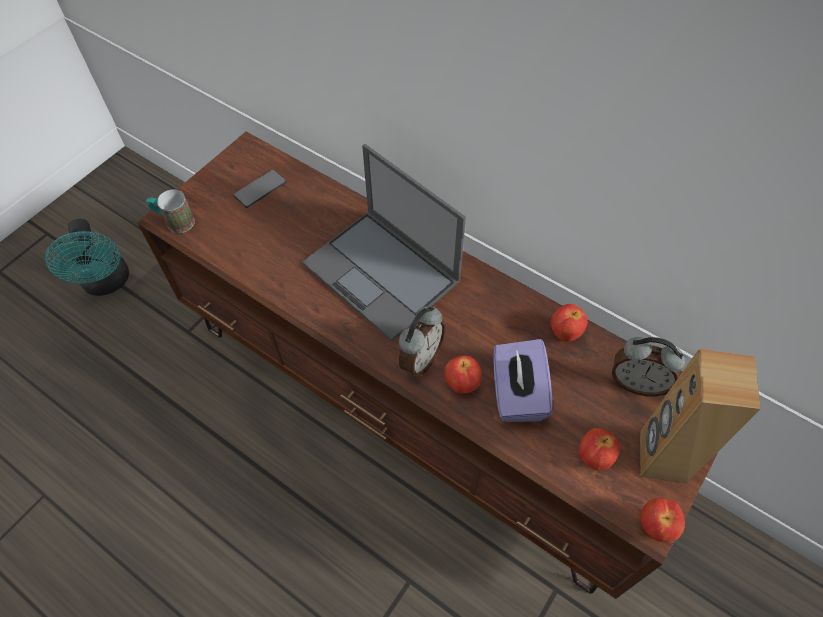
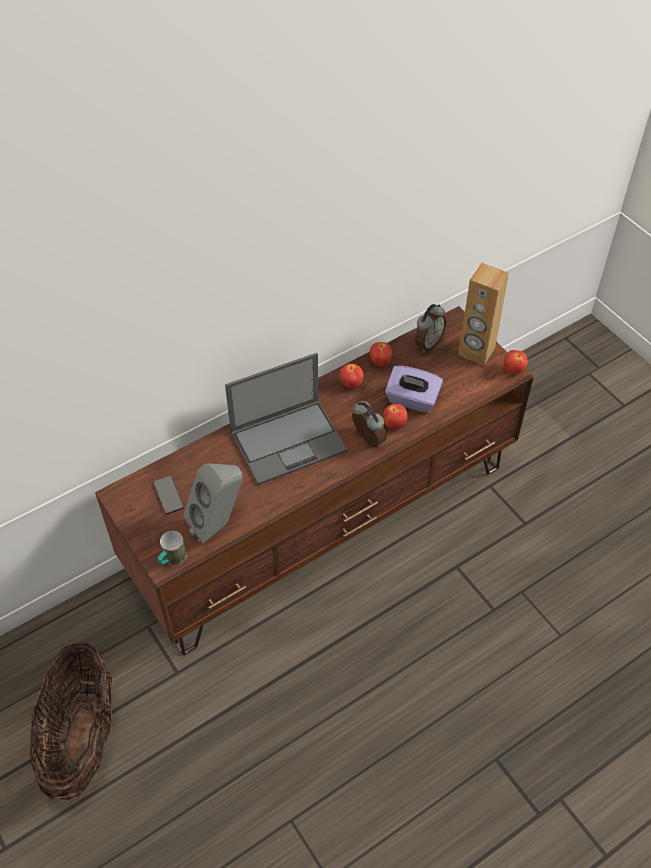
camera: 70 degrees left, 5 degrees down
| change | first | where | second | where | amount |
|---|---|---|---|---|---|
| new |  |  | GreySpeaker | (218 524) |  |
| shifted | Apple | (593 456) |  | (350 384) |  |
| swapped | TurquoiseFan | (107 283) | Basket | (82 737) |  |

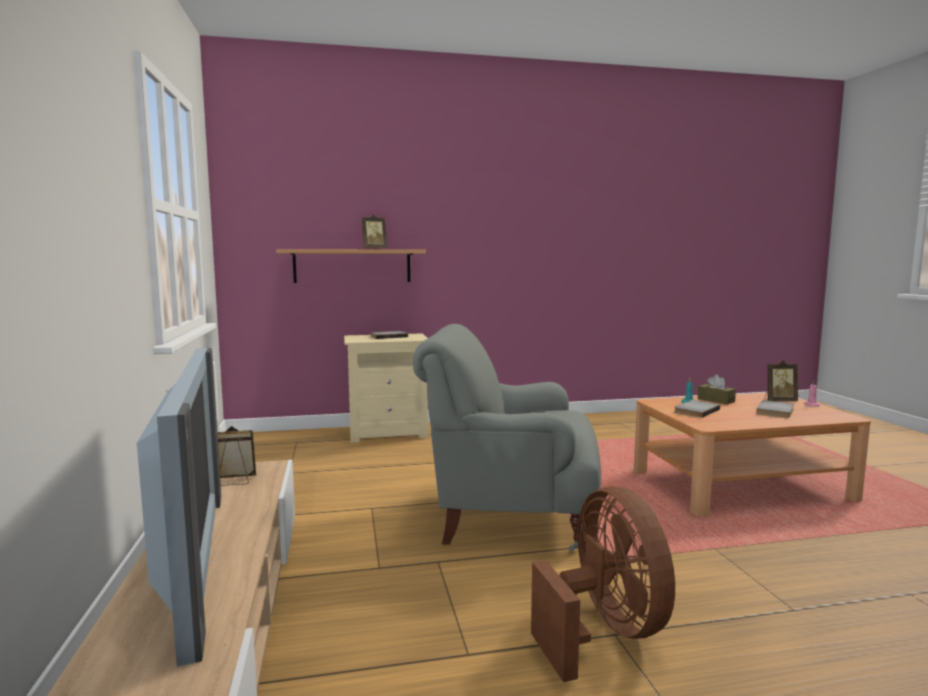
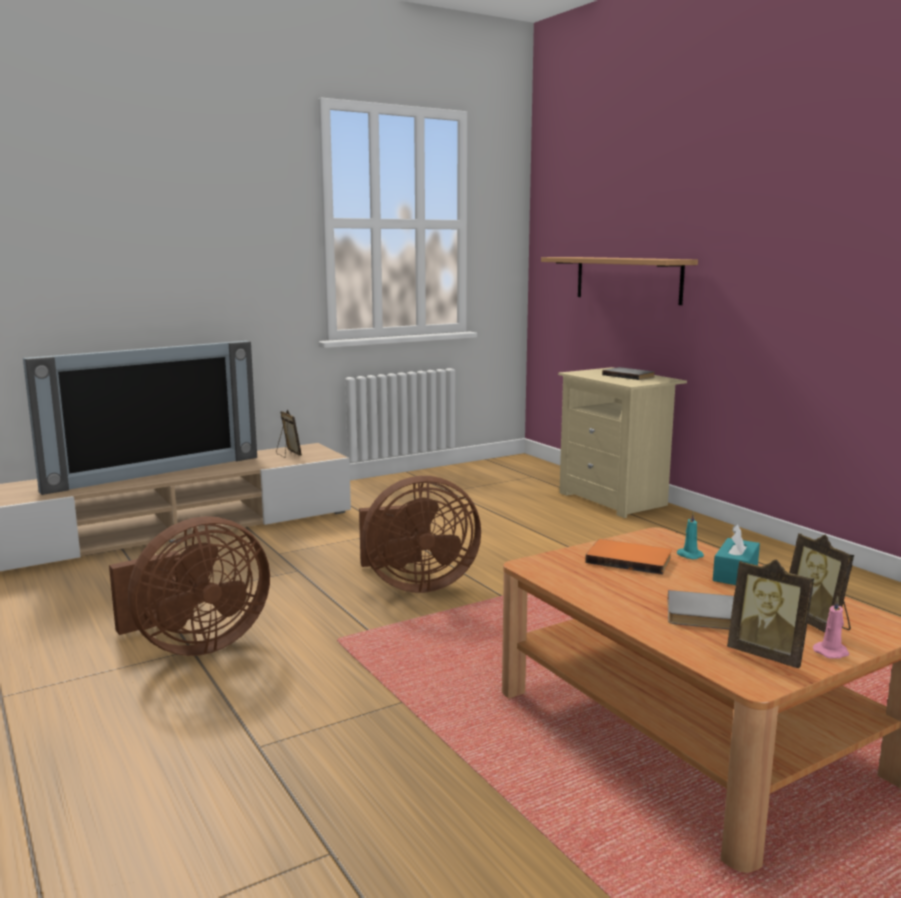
camera: 70 degrees right, 5 degrees up
| change | first | where | second | where | amount |
|---|---|---|---|---|---|
| shifted | PictureFrame | (373 249) |  | (768 655) |  |
| swapped | GreyArmchair | (509 517) | BrownFan | (415 585) |  |
| repainted | GreyBook | (695 410) | OrangeBook | (629 559) |  |
| repainted | BrownTissueBox | (716 400) | TurquoiseTissueBox | (735 574) |  |

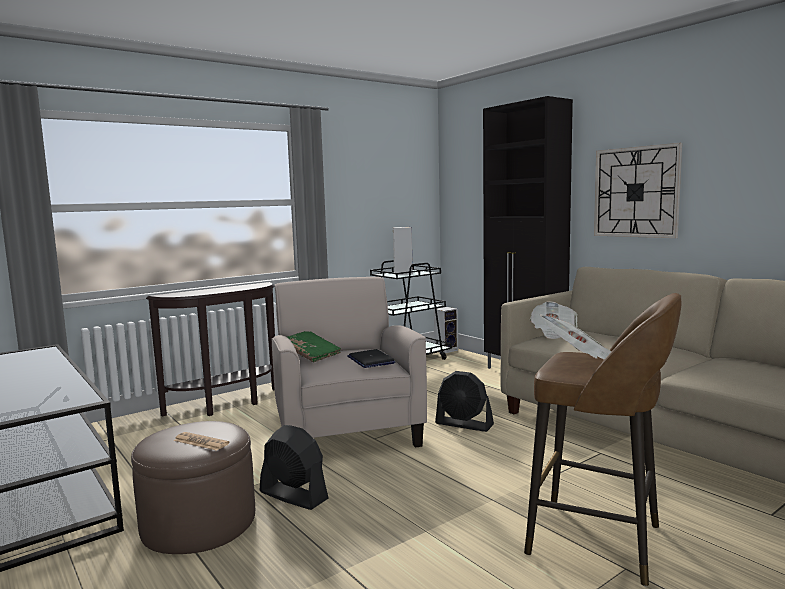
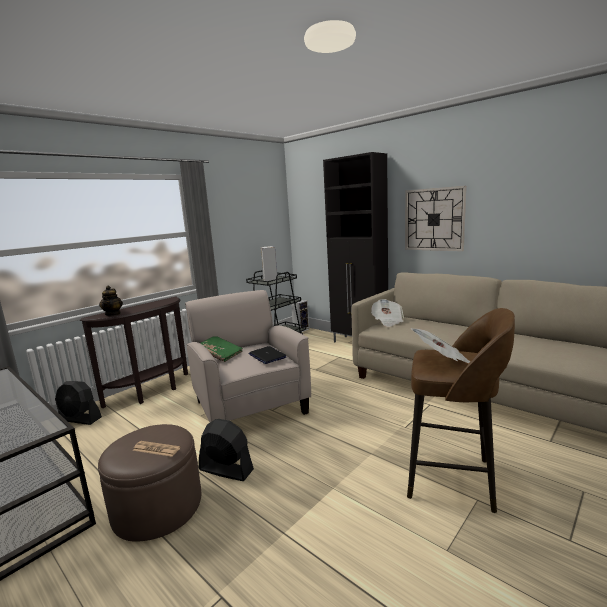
camera: 10 degrees left, 5 degrees up
| change | first | where | second | where | amount |
|---|---|---|---|---|---|
| new |  |  | Teapot | (113 314) |  |
| shifted | BlackFan | (464 424) |  | (80 419) |  |

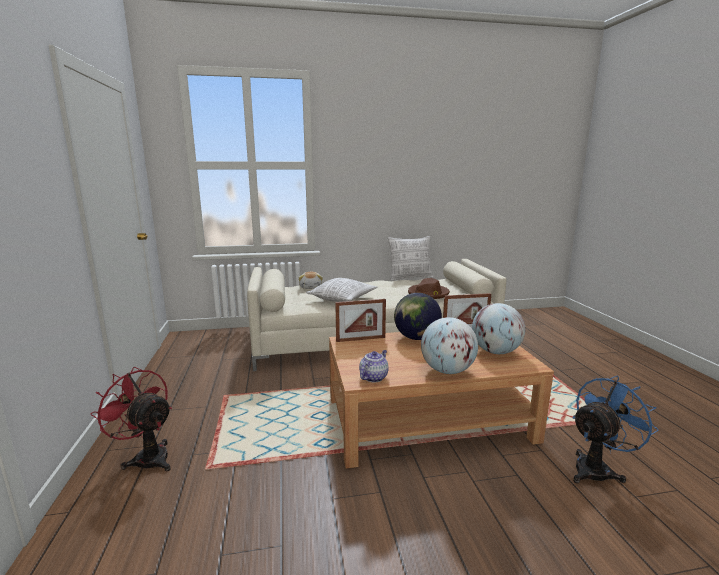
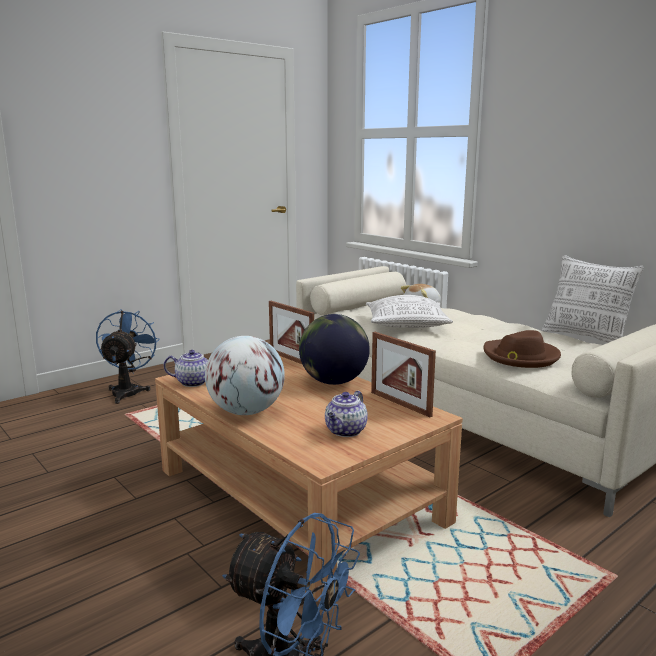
camera: 60 degrees right, 0 degrees up
| change | first | where | second | where | amount |
|---|---|---|---|---|---|
| swapped | Globe | (495 352) | Teapot | (346 431) |  |
| repainted | RedFan | (147 457) | BlueFan | (128 391) |  |

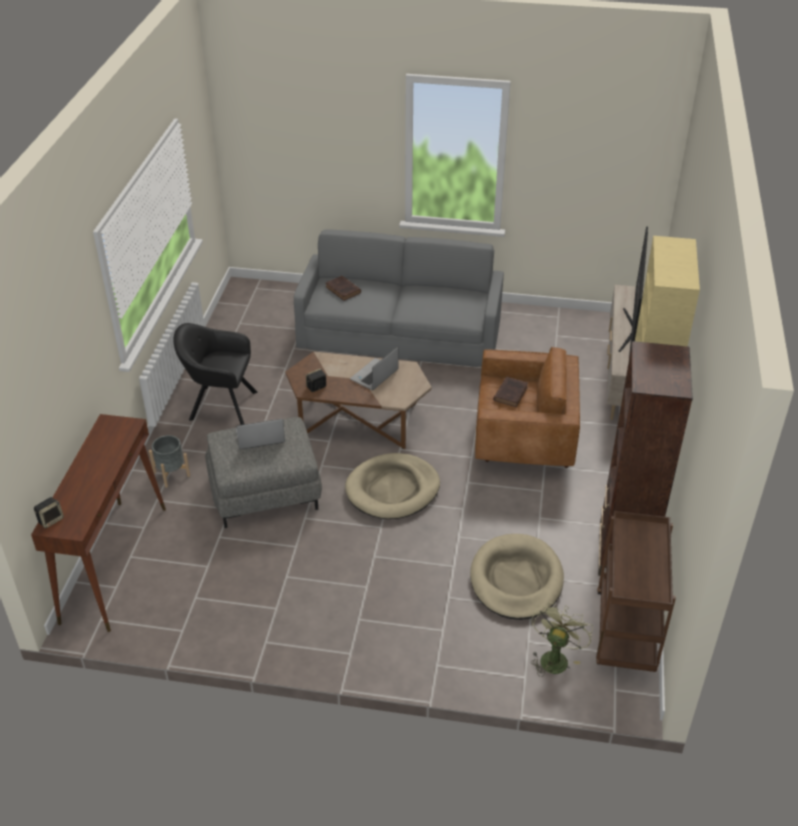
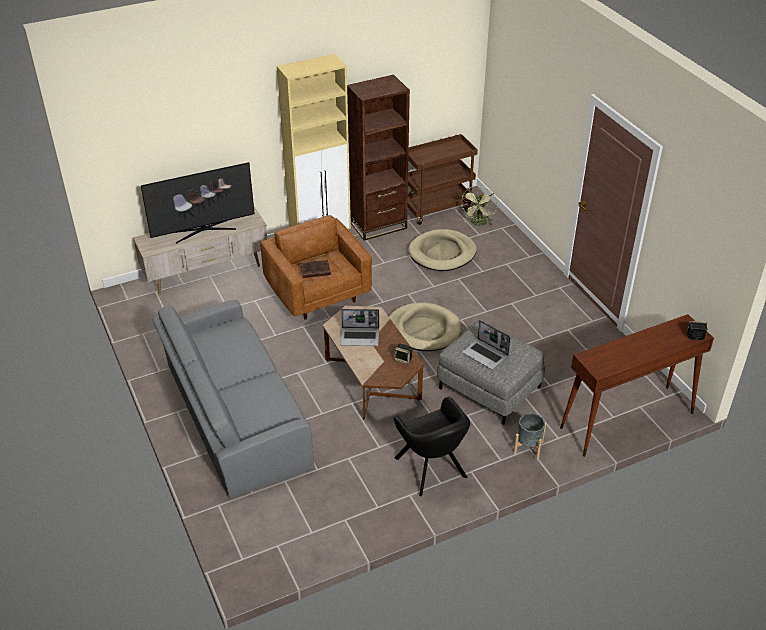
camera: 125 degrees left, 0 degrees up
| change | first | where | second | where | amount |
|---|---|---|---|---|---|
| gone | BrownBook | (343 290) |  |  |  |
| rotated | GreenFan | (555 657) |  | (478 223) | 60 degrees counterclockwise |

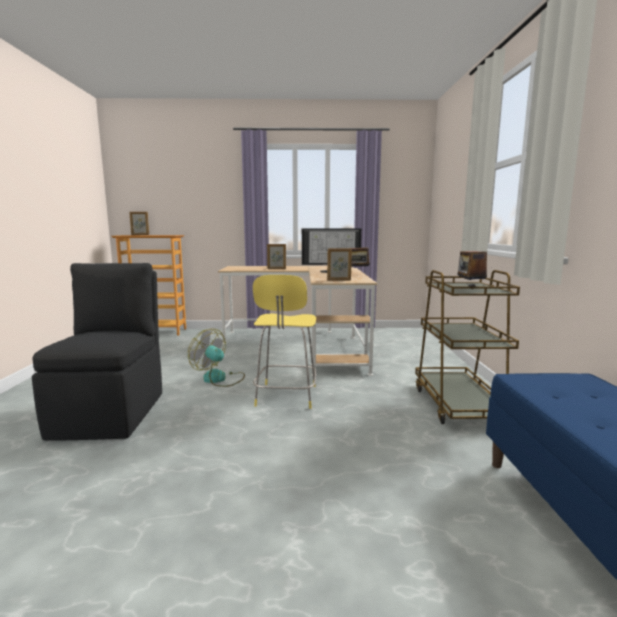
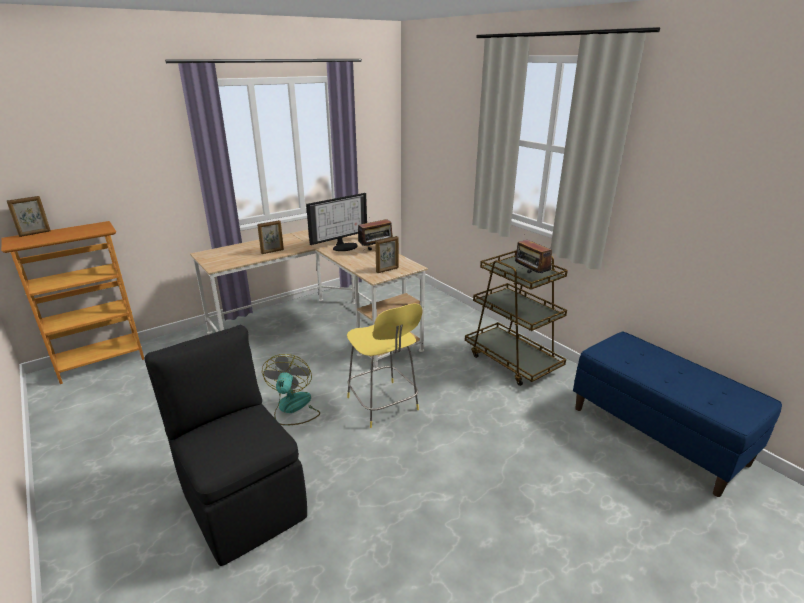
camera: 35 degrees left, 15 degrees up
| change | first | where | second | where | amount |
|---|---|---|---|---|---|
| rotated | Fan | (219 379) |  | (293 408) | 90 degrees clockwise |

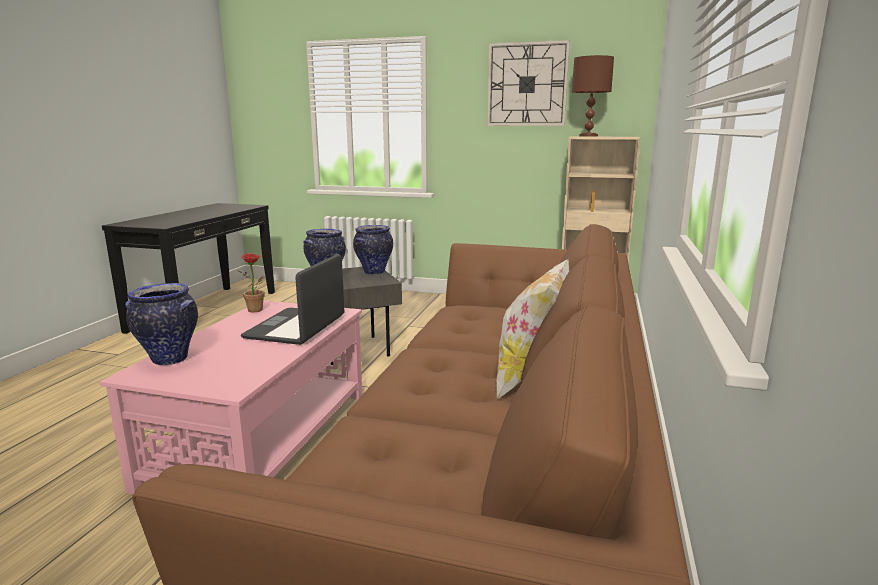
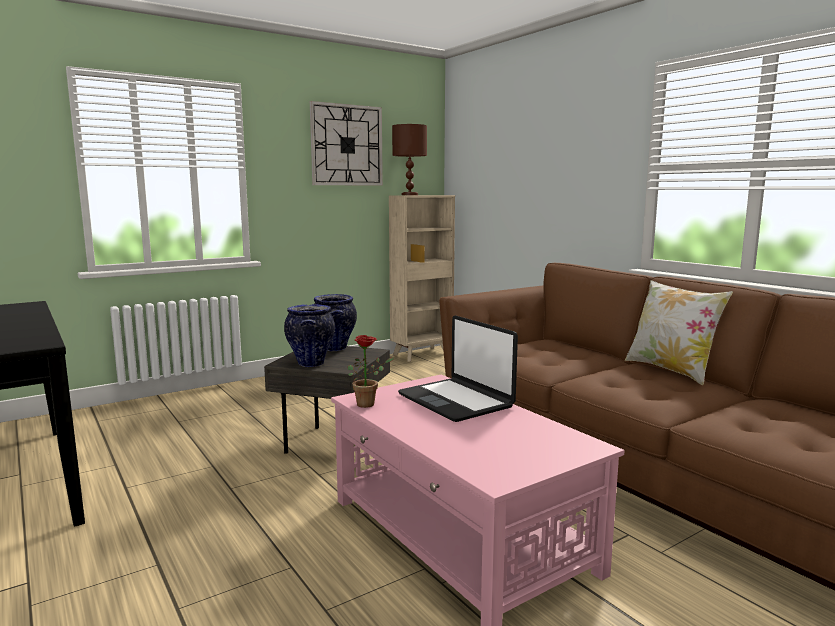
camera: 50 degrees left, 5 degrees down
| change | first | where | second | where | amount |
|---|---|---|---|---|---|
| gone | Vase | (168 359) |  |  |  |

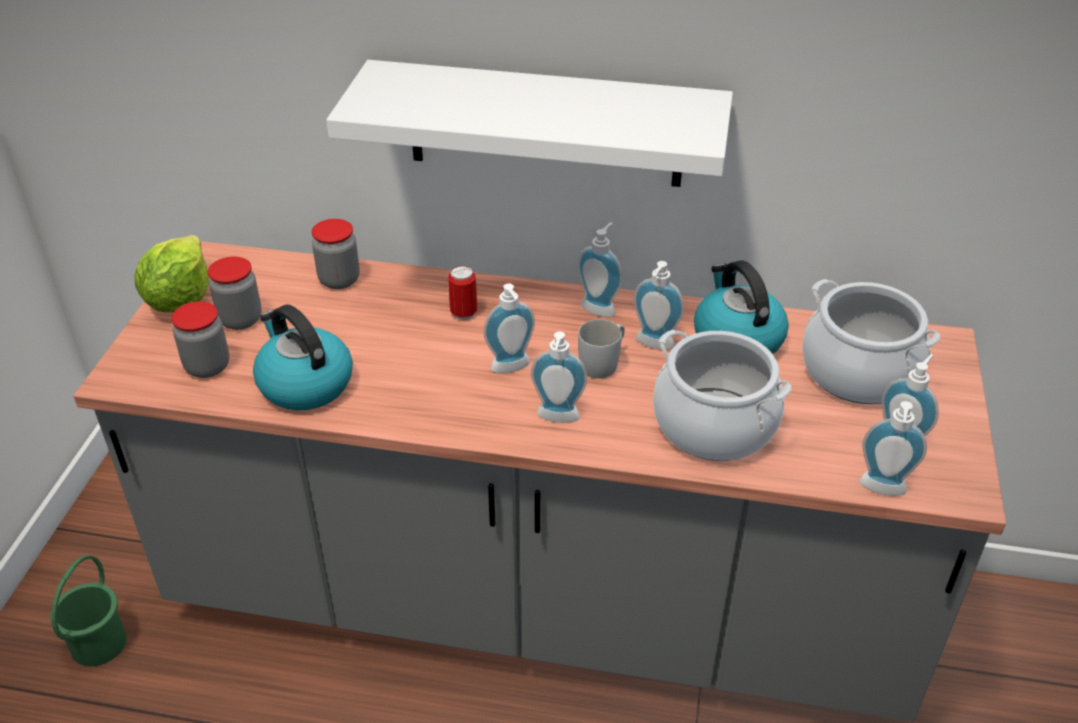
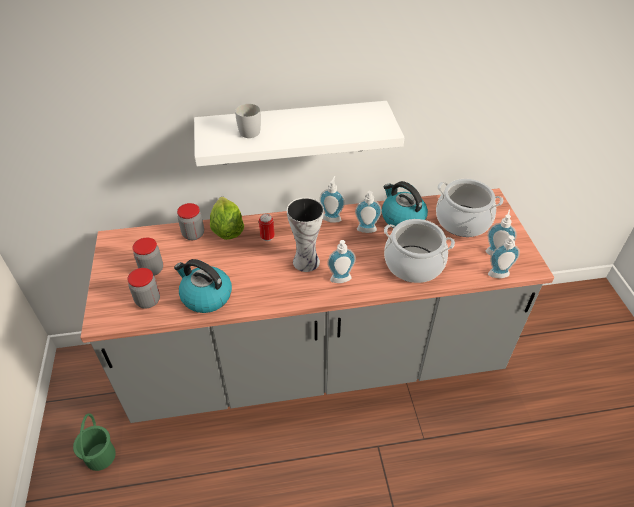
camera: 20 degrees left, 5 degrees up
| change | first | where | second | where | amount |
|---|---|---|---|---|---|
| shifted | Lettuce | (180 299) |  | (227 230) |  |
| shifted | WhiteMug | (603 363) |  | (252 130) |  |
| swapped | SoapDispenser | (512 369) | Vase | (306 260) |  |

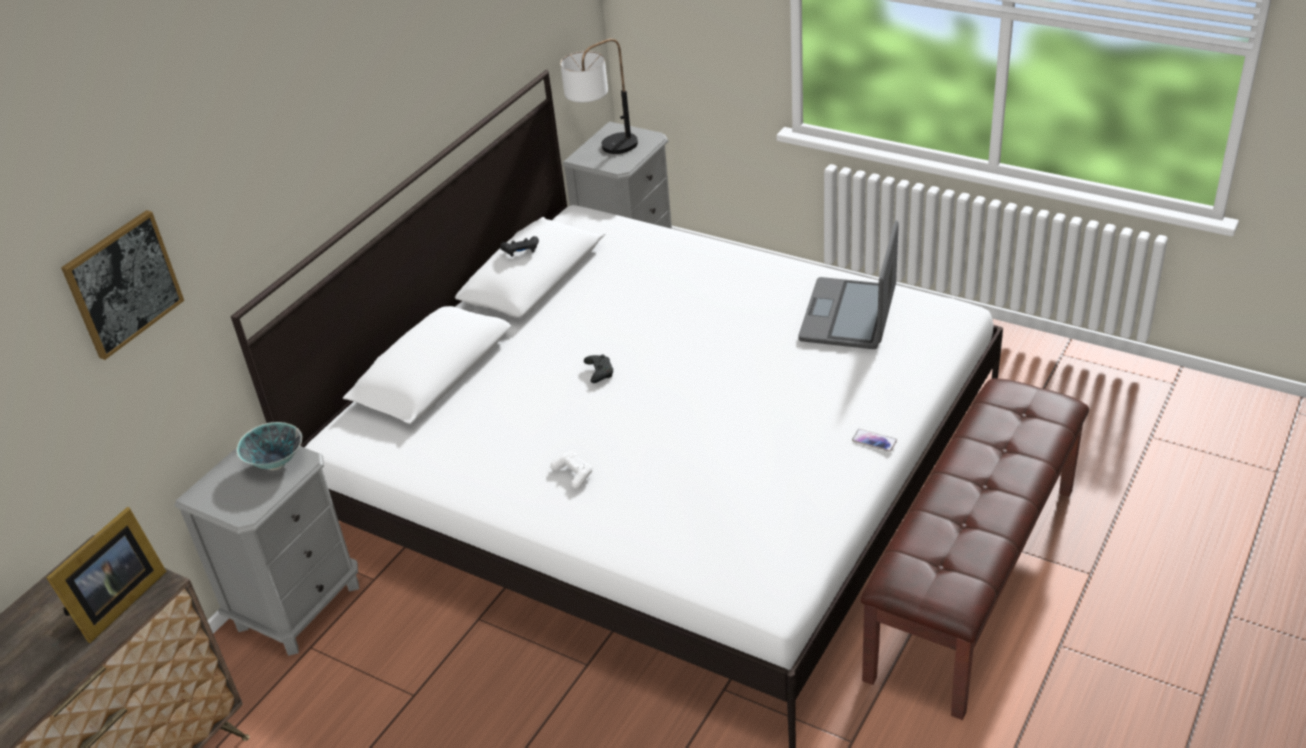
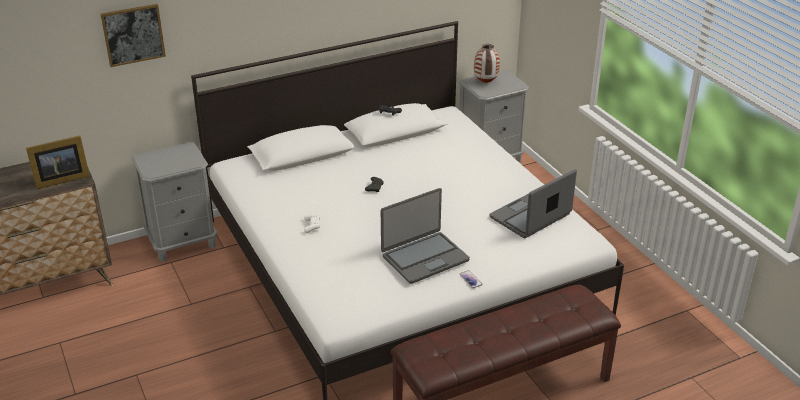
camera: 30 degrees right, 5 degrees down
| change | first | where | second | where | amount |
|---|---|---|---|---|---|
| gone | Bowl | (275 463) |  |  |  |
| new |  |  | Laptop | (424 258) |  |
| swapped | TableLamp | (604 151) | Vase | (486 83) |  |

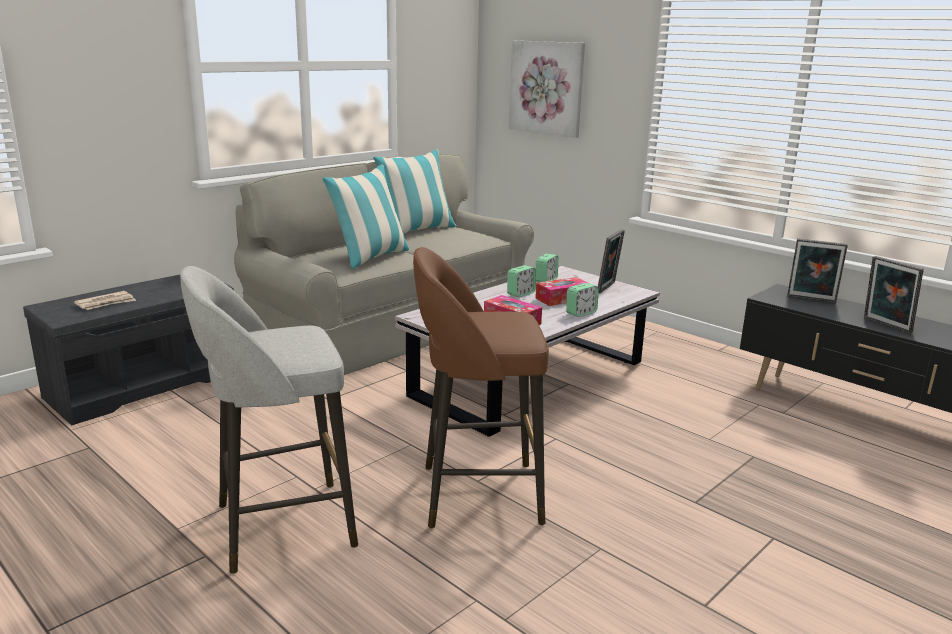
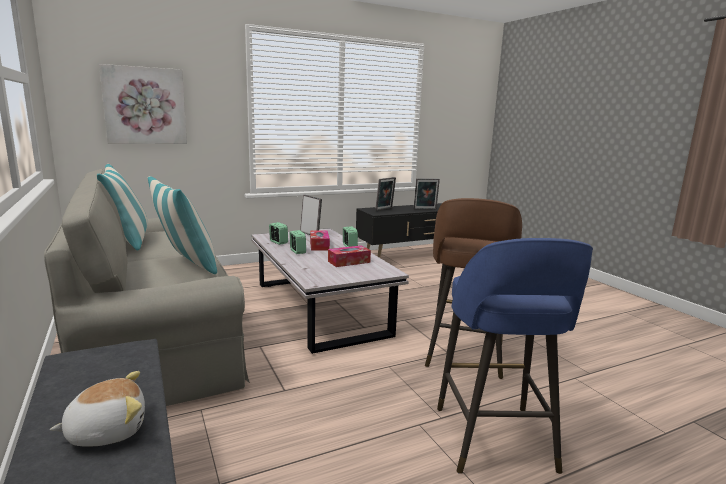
camera: 70 degrees left, 5 degrees down
| change | first | where | second | where | amount |
|---|---|---|---|---|---|
| swapped | Newspaper | (106 303) | PlushToy | (107 430) |  |
| repainted | GreyStool | (280 526) | BlueStool | (495 441) |  |

